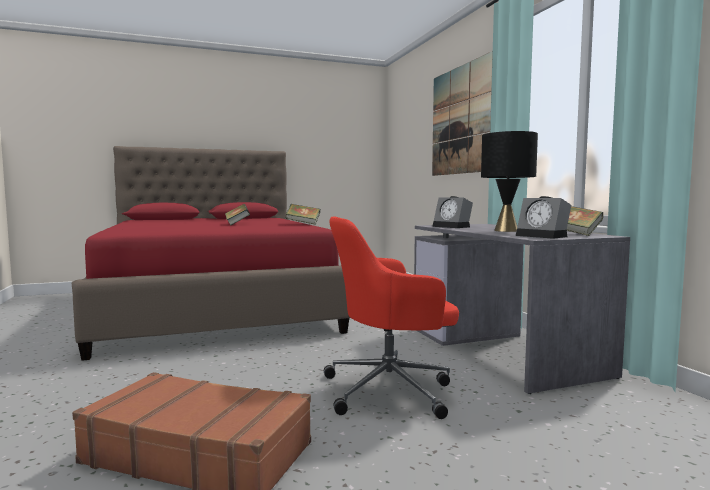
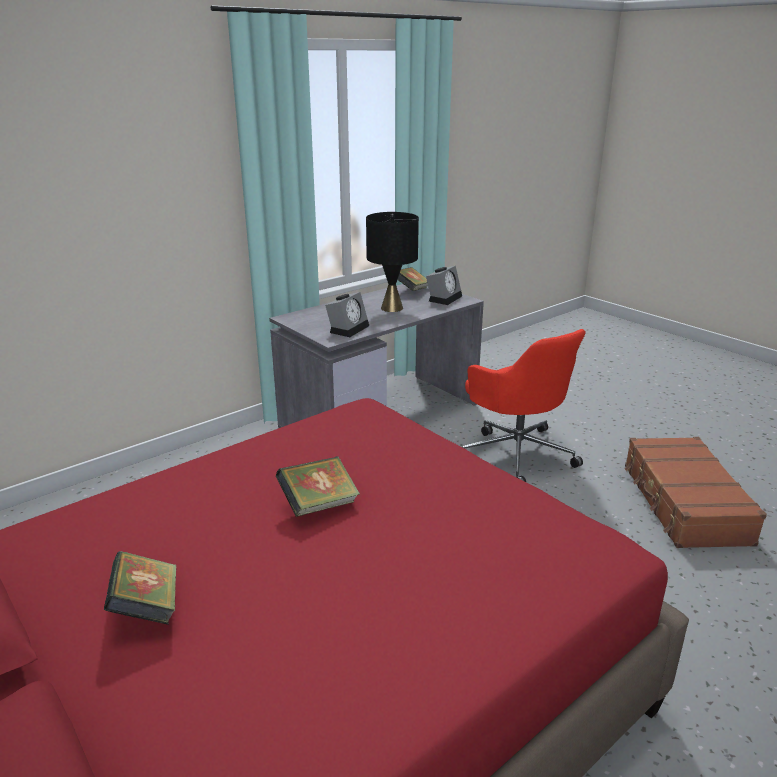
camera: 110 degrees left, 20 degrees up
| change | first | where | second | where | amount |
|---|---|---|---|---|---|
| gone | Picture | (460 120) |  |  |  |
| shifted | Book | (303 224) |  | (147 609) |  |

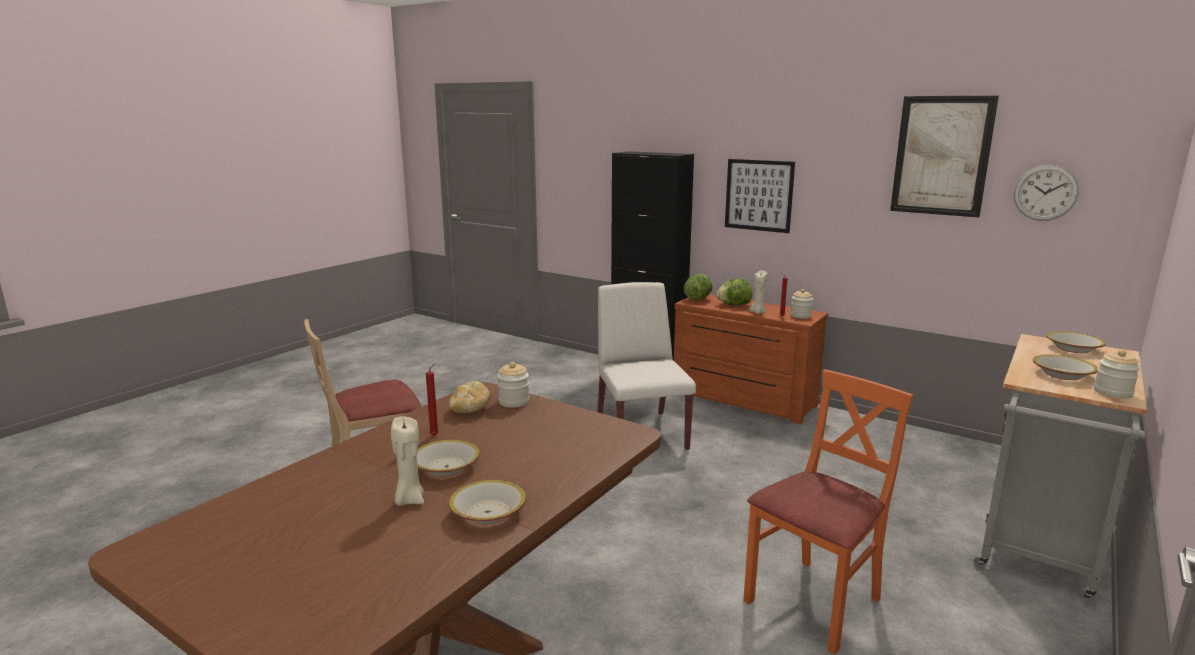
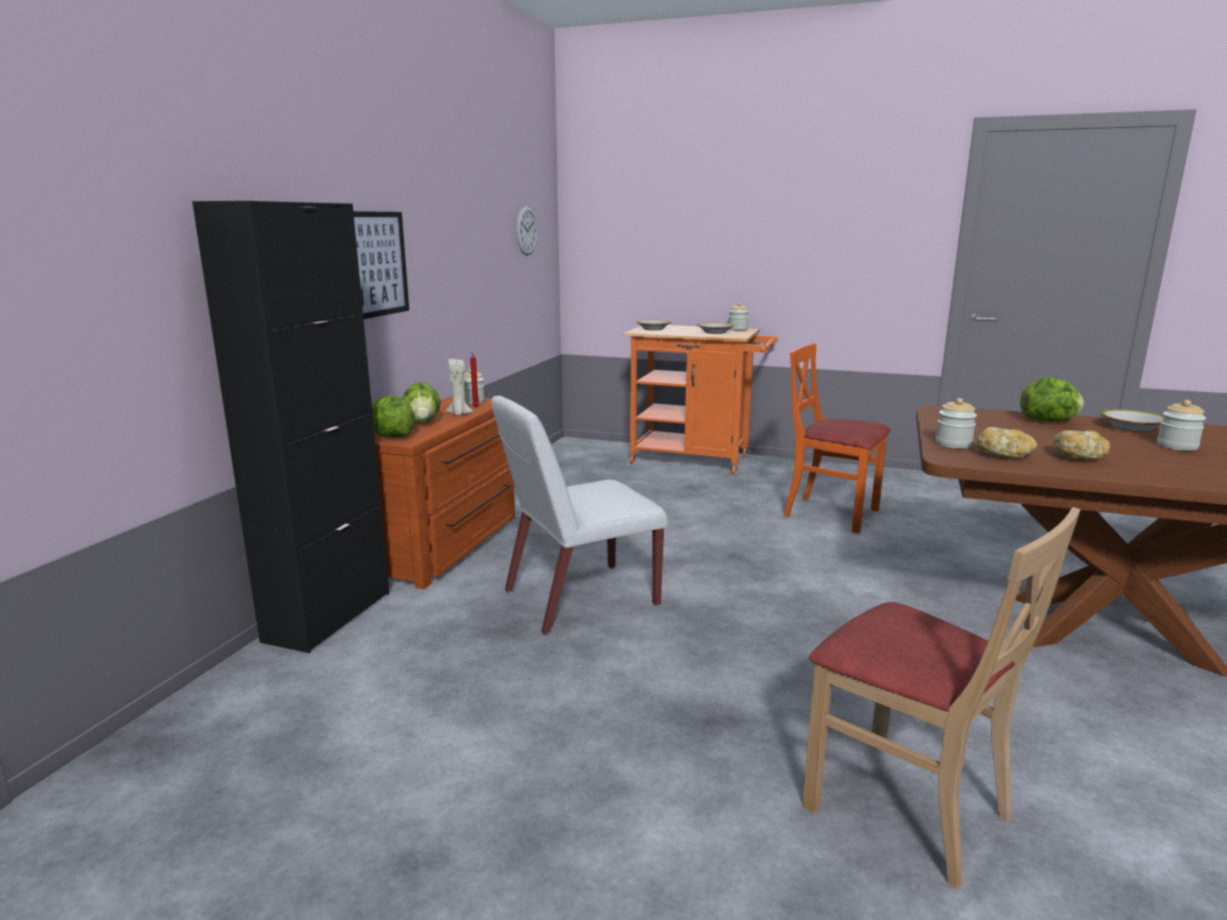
camera: 105 degrees left, 0 degrees up
| change | first | where | second | where | amount |
|---|---|---|---|---|---|
| gone | Bowl | (446 467) |  |  |  |
| gone | Picture | (941 156) |  |  |  |
| new |  |  | Lettuce | (1048 421) |  |
| swapped | BeigeCandle | (409 500) | Jar | (1177 446) |  |
| swapped | RedCandle | (435 435) | Bread | (1079 457) |  |
| repainted | GreyCart | (1038 550) | OrangeCart | (697 460) |  |

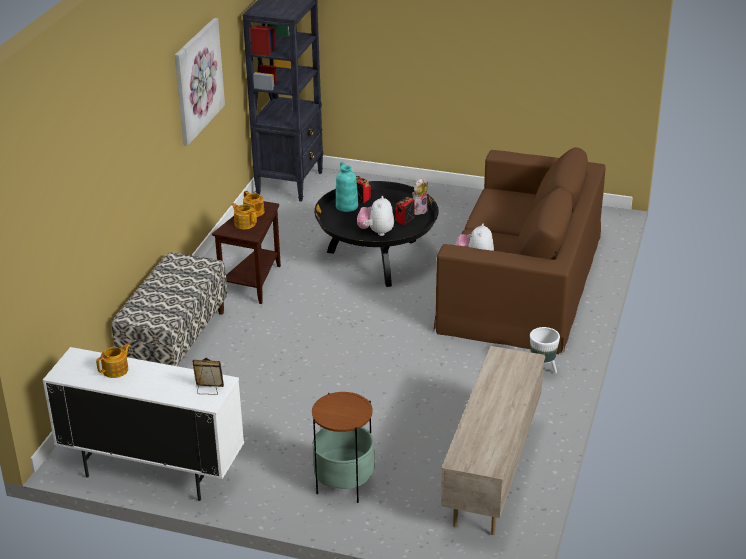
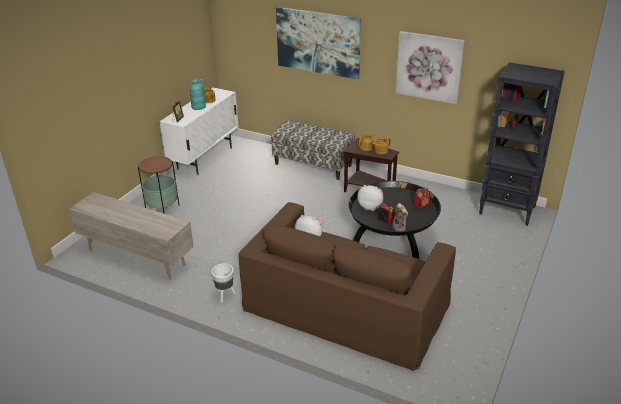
camera: 100 degrees right, 0 degrees up
| change | first | where | second | where | amount |
|---|---|---|---|---|---|
| new |  |  | Picture | (318 42) |  |
| shifted | TurquoiseVase | (346 206) |  | (198 107) |  |

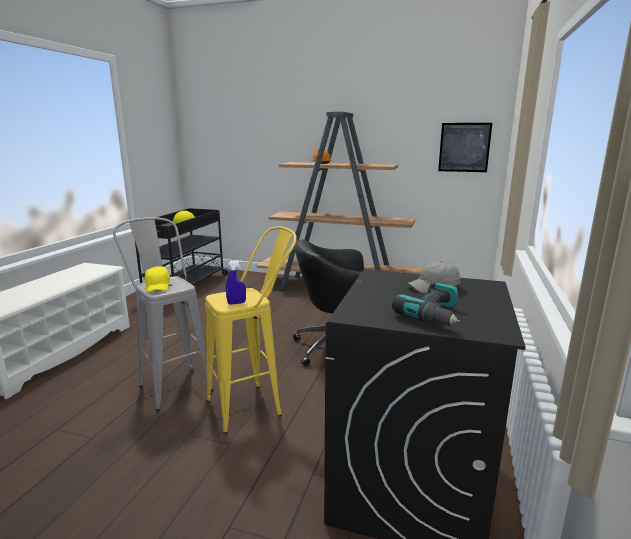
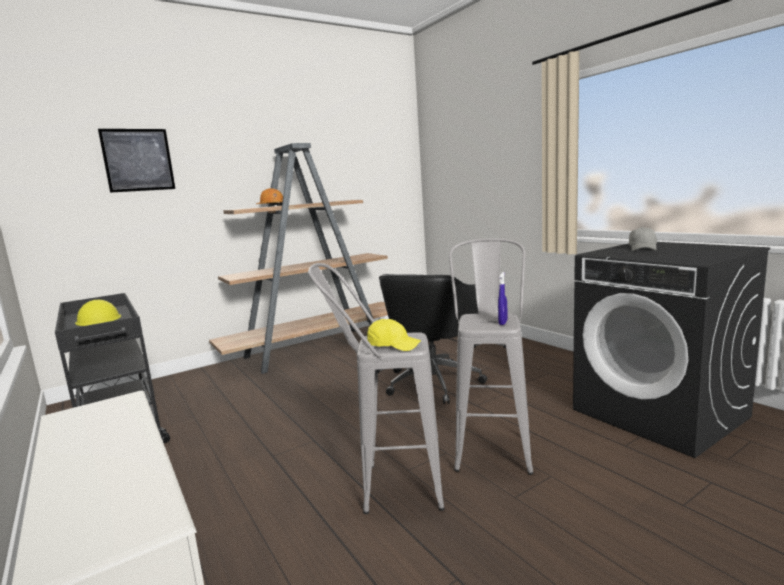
camera: 50 degrees left, 5 degrees down
| change | first | where | second | where | amount |
|---|---|---|---|---|---|
| gone | PowerDrill | (434 315) |  |  |  |
| shifted | Picture | (464 147) |  | (138 160) |  |
| repainted | YellowStool | (255 404) | GreyStool | (492 445) |  |

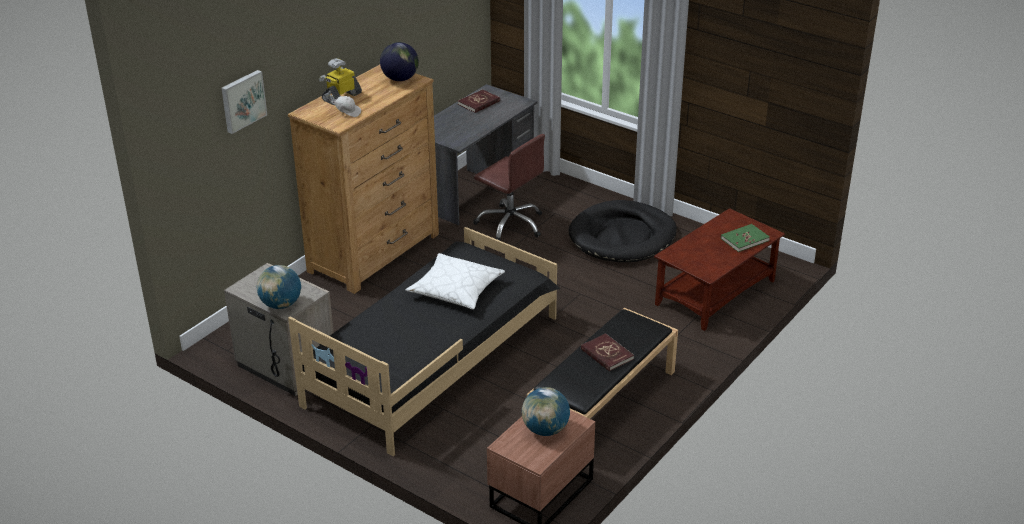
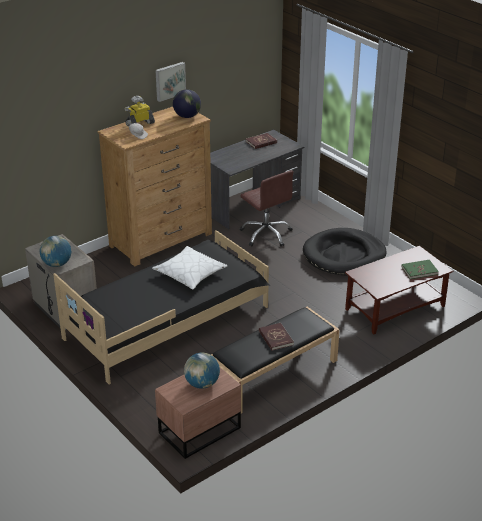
camera: 15 degrees right, 0 degrees up
| change | first | where | second | where | amount |
|---|---|---|---|---|---|
| shifted | Picture | (242 101) |  | (169 81) |  |

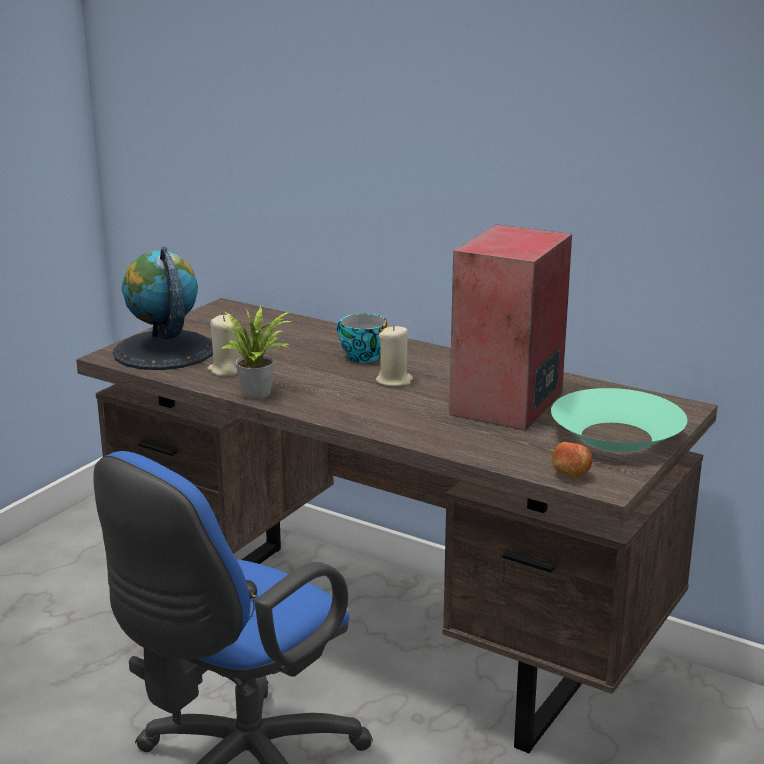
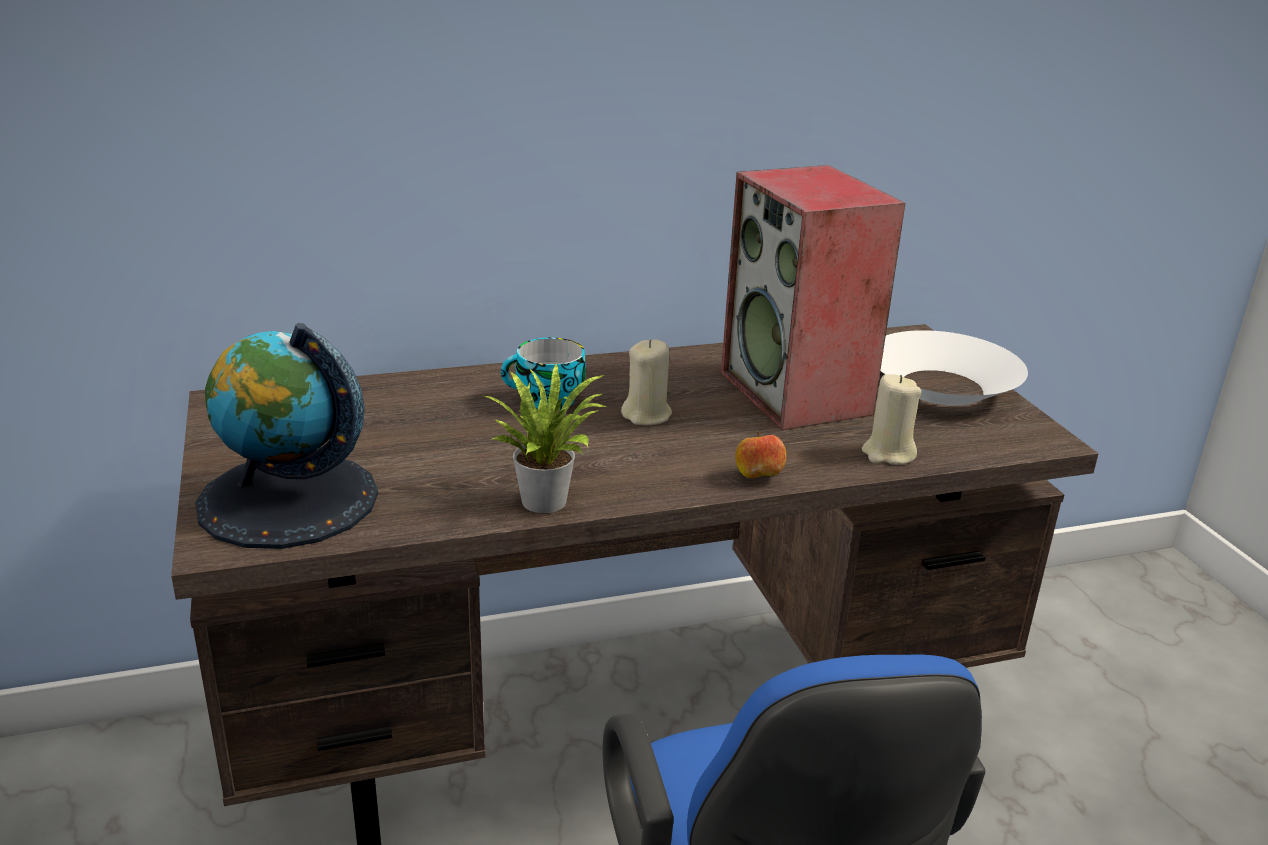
camera: 50 degrees left, 5 degrees up
| change | first | where | second | where | amount |
|---|---|---|---|---|---|
| shifted | BeigeCandle | (226 370) |  | (888 454) |  |
| shifted | Apple | (570 476) |  | (758 477) |  |
| repainted | TurquoiseBowl | (616 436) | WhiteBowl | (941 387) |  |

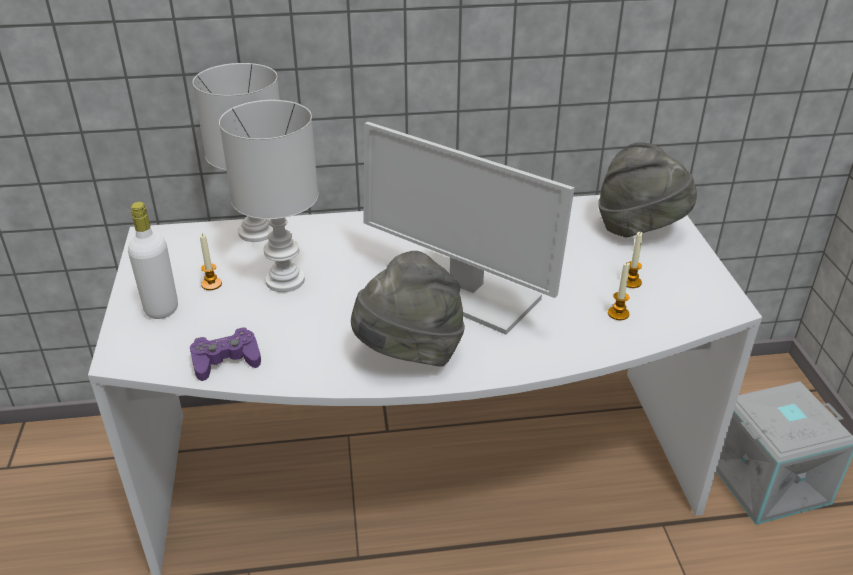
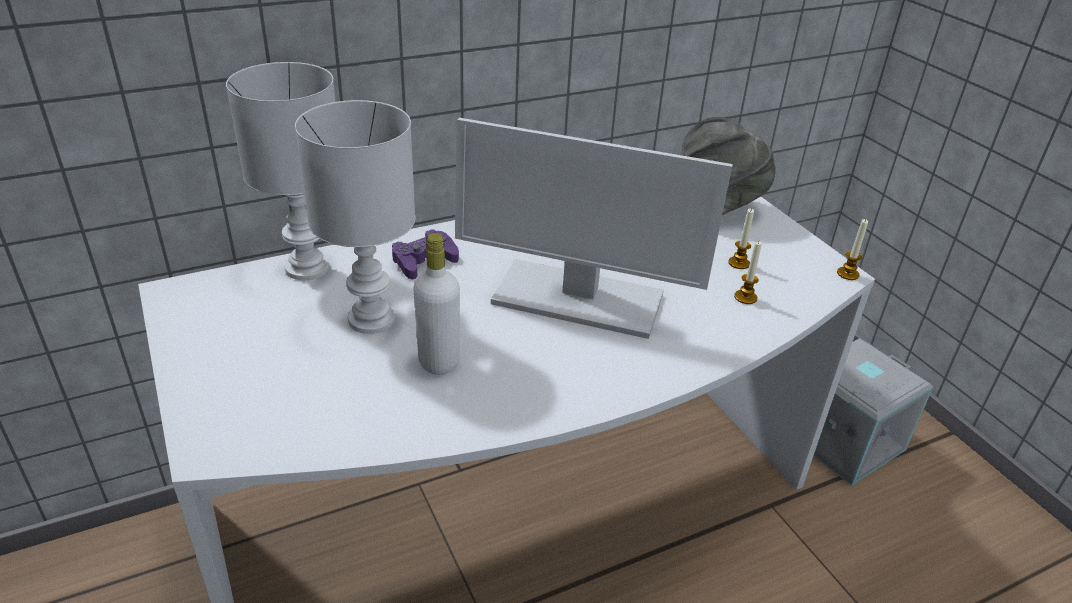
camera: 20 degrees left, 0 degrees up
| change | first | where | second | where | amount |
|---|---|---|---|---|---|
| gone | GreyHat | (409 354) |  |  |  |
| shifted | WhiteBottle | (161 309) |  | (439 362) |  |
| shifted | PurpleGameController | (226 360) |  | (424 261) |  |
| shifted | Candle | (211 284) |  | (847 274) |  |

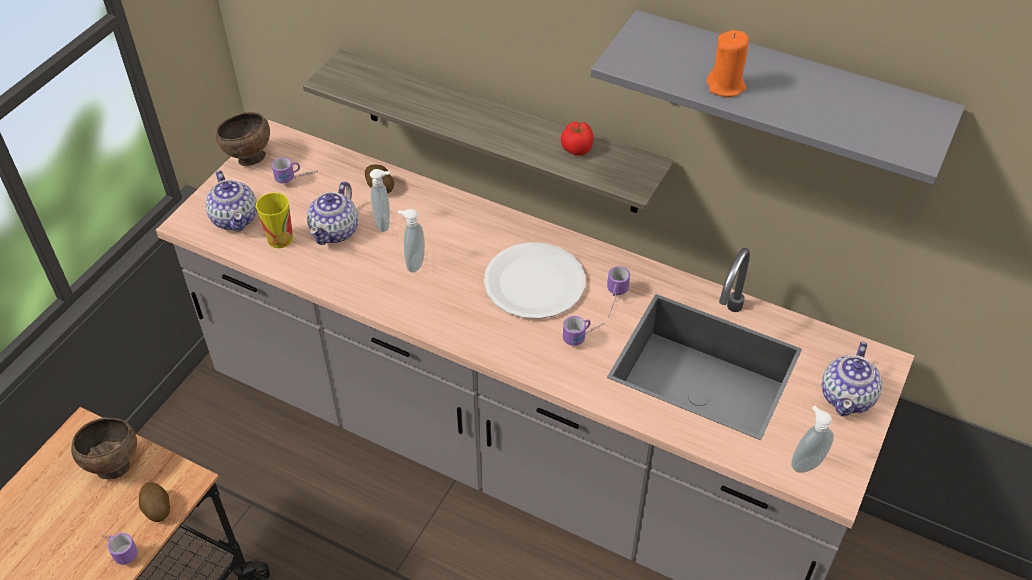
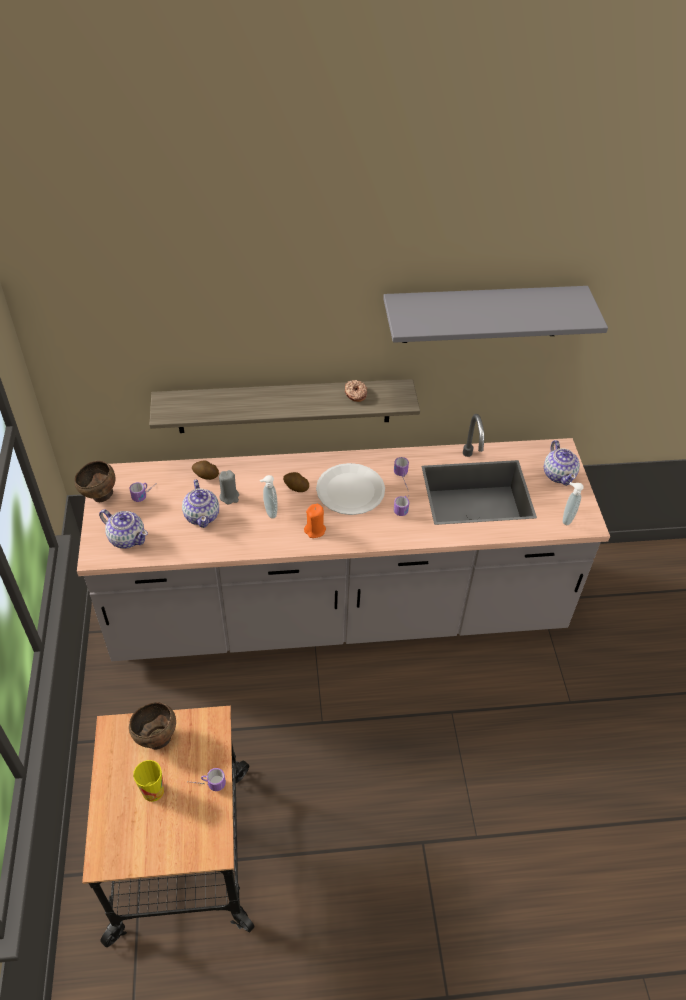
camera: 35 degrees left, 0 degrees up
| change | first | where | second | where | amount |
|---|---|---|---|---|---|
| shifted | Potato | (157 508) |  | (296 487) |  |
| shifted | Cup | (280 239) |  | (153 791) |  |
| shifted | OrangeCandle | (726 86) |  | (315 530) |  |
| swapped | SoapDispenser | (384 223) | GreyCandle | (229 496) |  |
| swapped | Tomato | (577 148) | Donut | (355 394) |  |

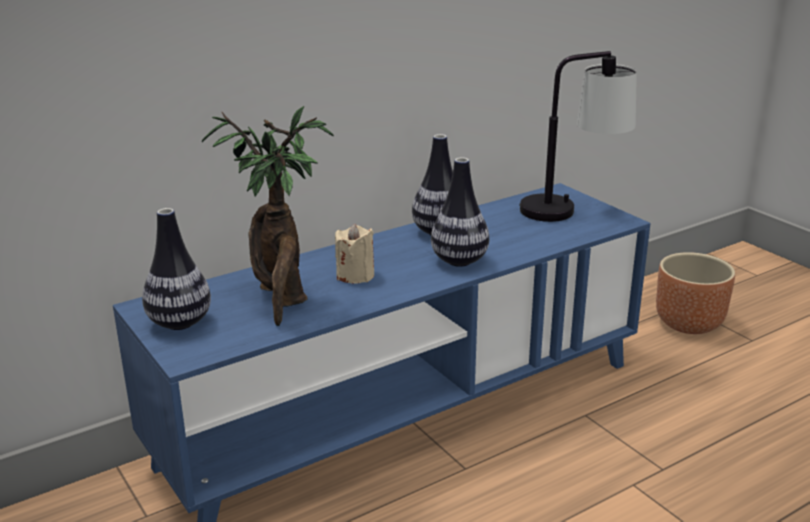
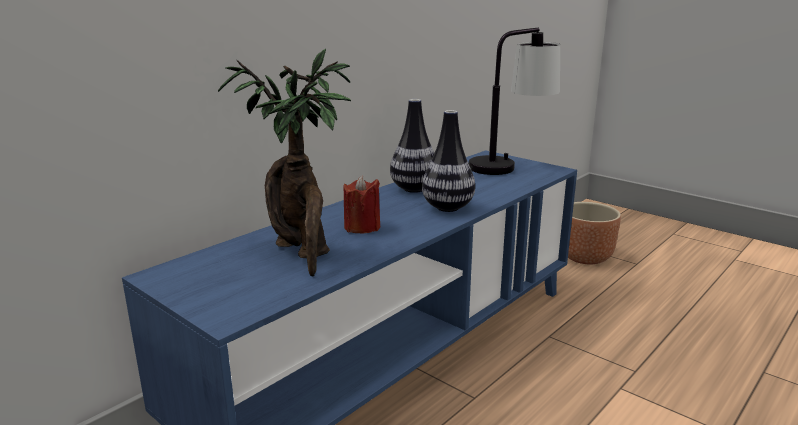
camera: 15 degrees left, 5 degrees down
| change | first | where | second | where | amount |
|---|---|---|---|---|---|
| gone | Vase | (179 323) |  |  |  |
| repainted | BeigeCandle | (355 275) | RedCandle | (362 227) |  |

